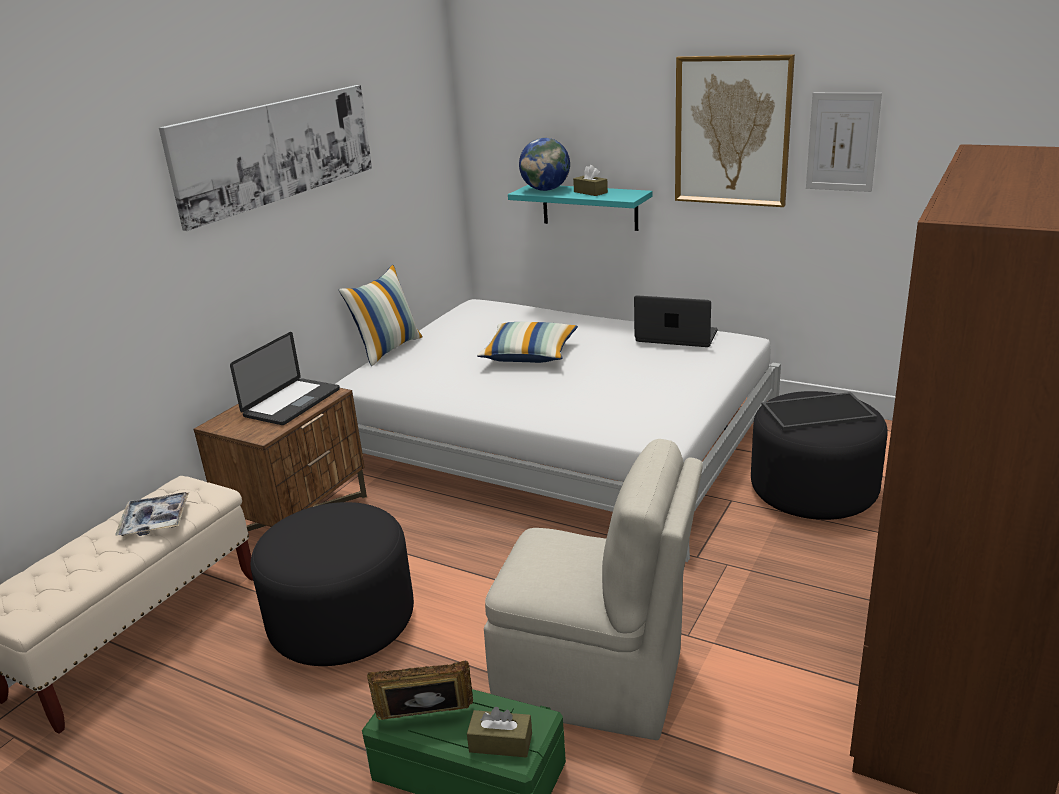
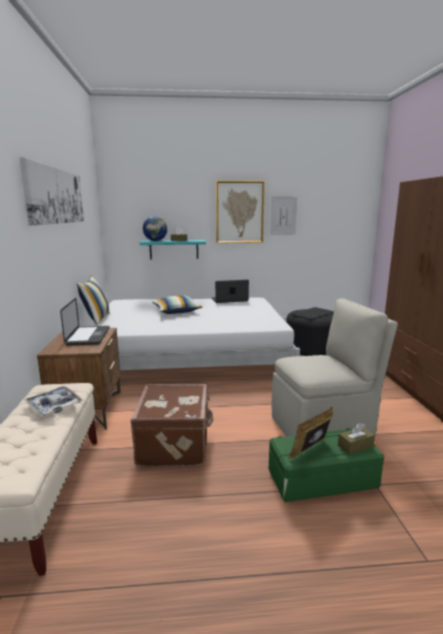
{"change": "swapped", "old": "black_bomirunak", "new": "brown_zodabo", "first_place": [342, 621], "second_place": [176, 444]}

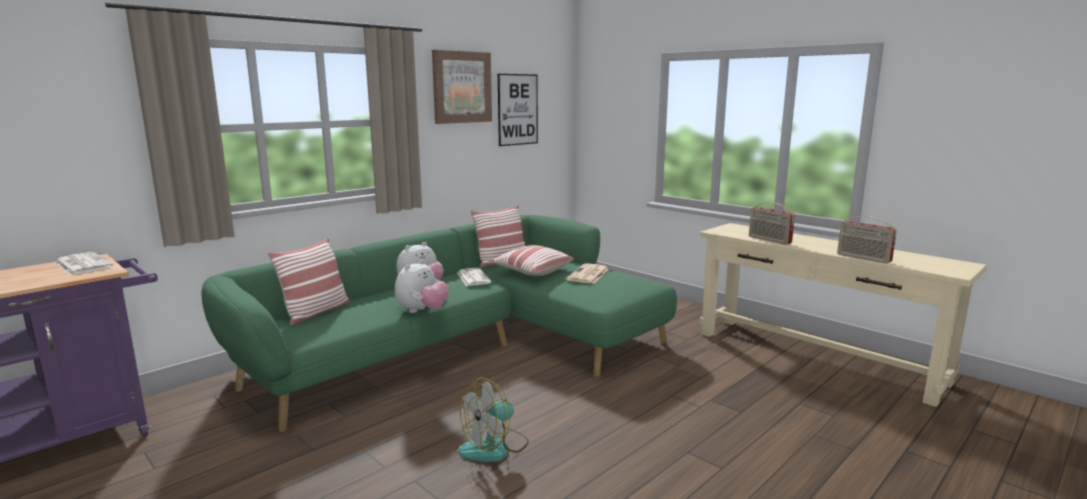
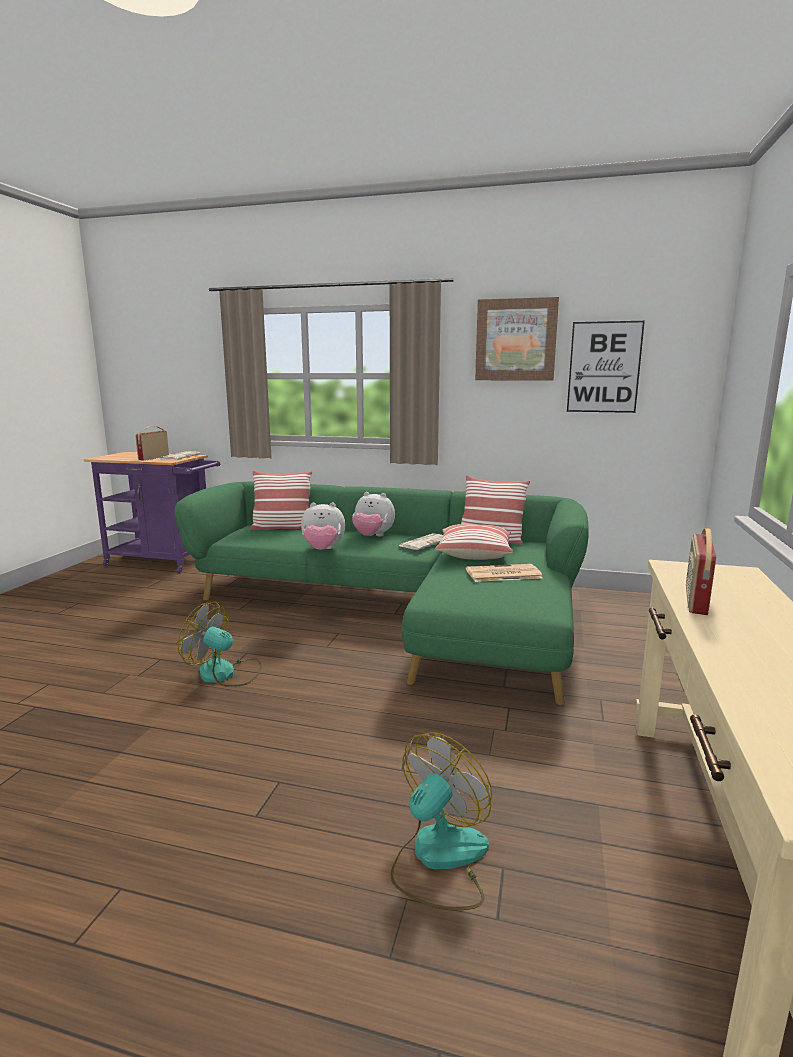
{"change": "shifted", "old": "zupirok", "first_place": [863, 258], "second_place": [153, 458]}
{"change": "new", "new": "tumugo", "second_place": [439, 859]}

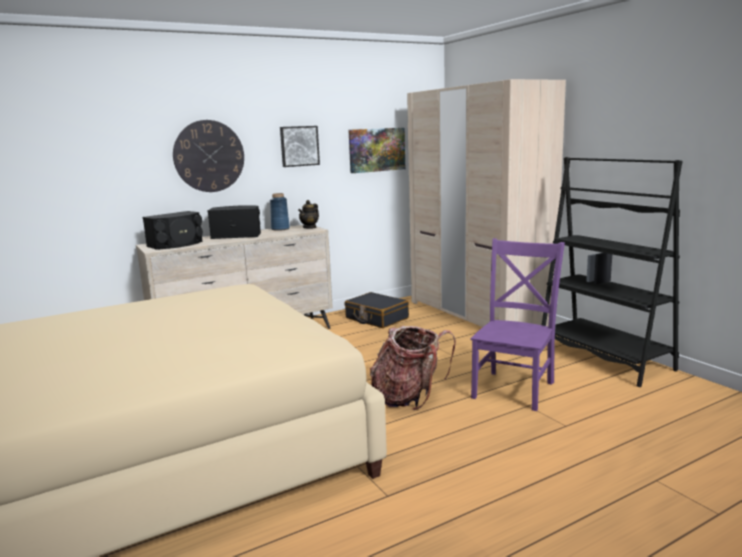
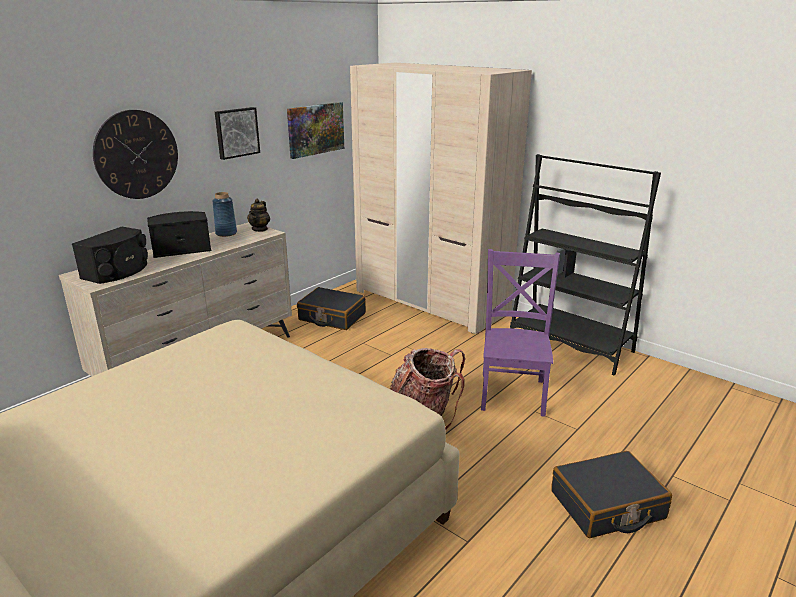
{"change": "new", "new": "black_zodabo", "second_place": [607, 505]}

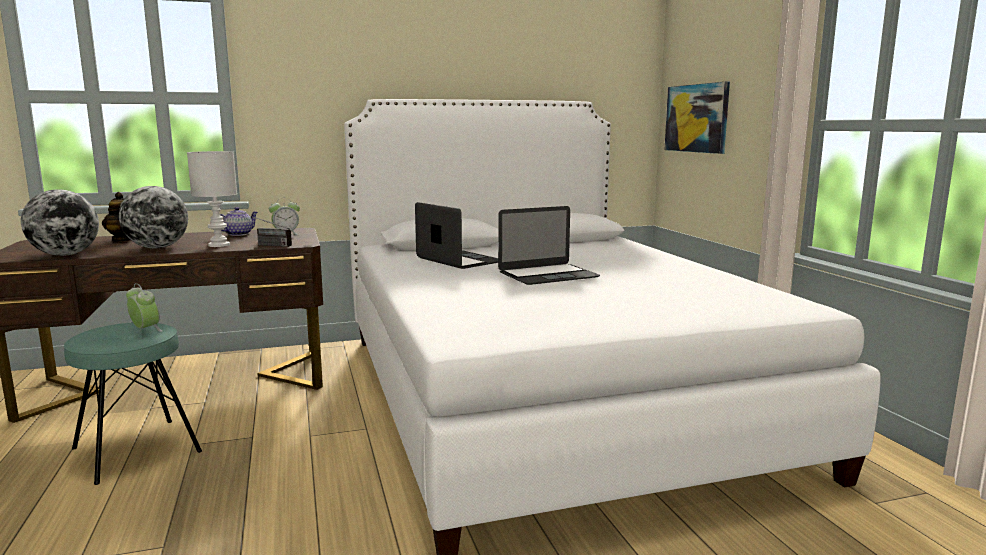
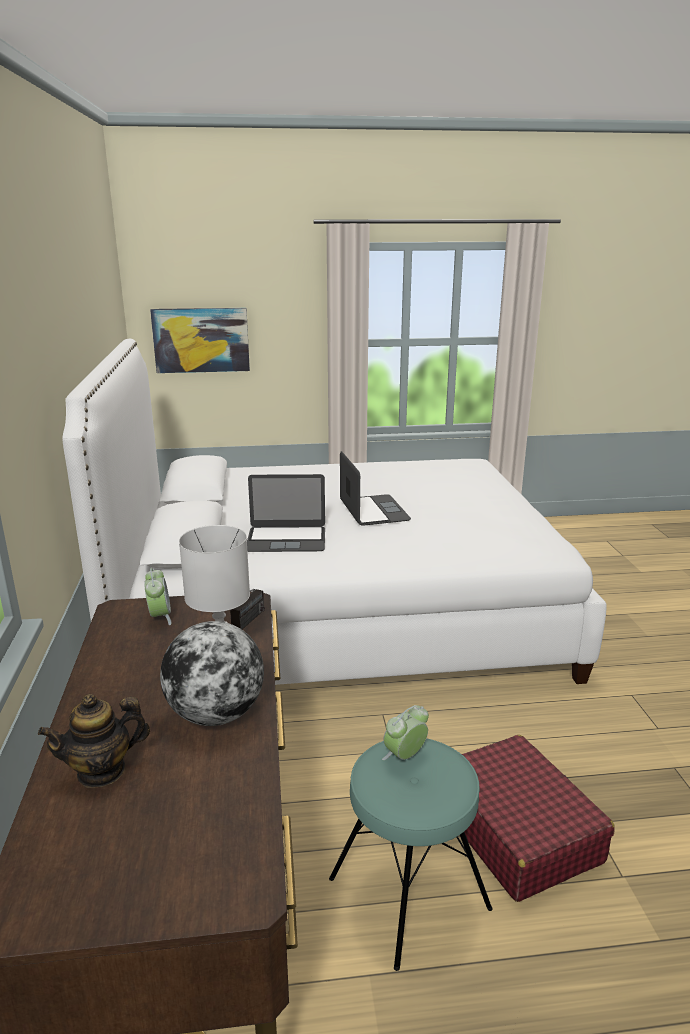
{"change": "rotated", "old": "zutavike", "first_place": [459, 260], "second_place": [286, 539], "degrees": -150}
{"change": "new", "new": "red_zodabo", "second_place": [516, 829]}
{"change": "gone", "old": "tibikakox", "first_place": [65, 255]}
{"change": "gone", "old": "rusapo", "first_place": [238, 234]}

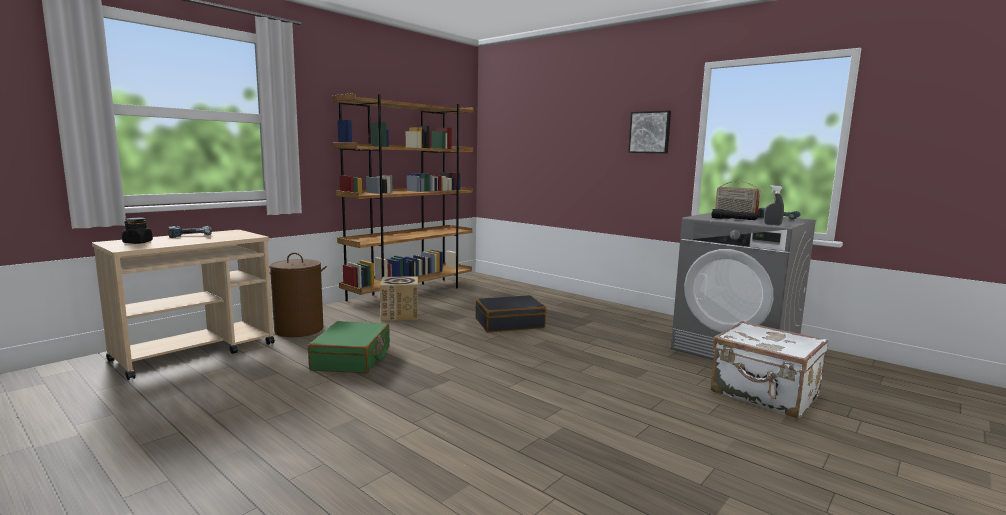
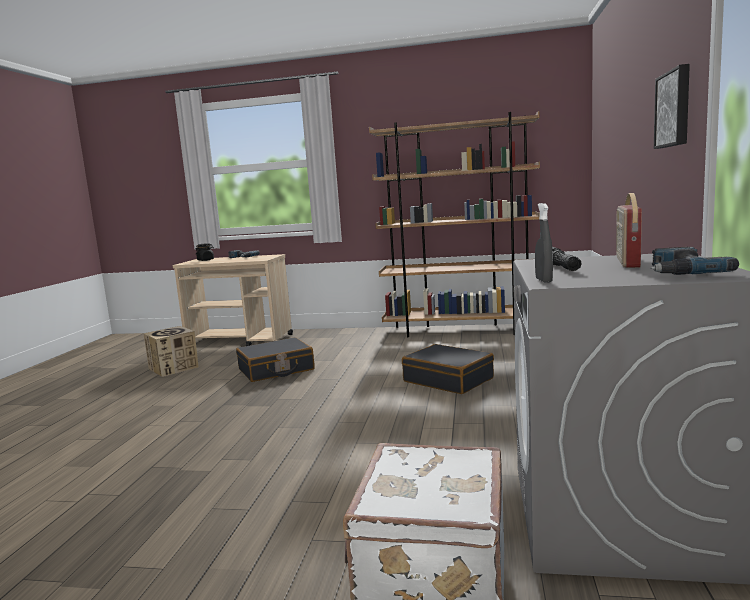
{"change": "shifted", "old": "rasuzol", "first_place": [400, 315], "second_place": [174, 368]}
{"change": "repainted", "old": "green_zodabo", "new": "black_zodabo", "first_place": [352, 358], "second_place": [276, 370]}
{"change": "gone", "old": "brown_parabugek", "first_place": [299, 329]}

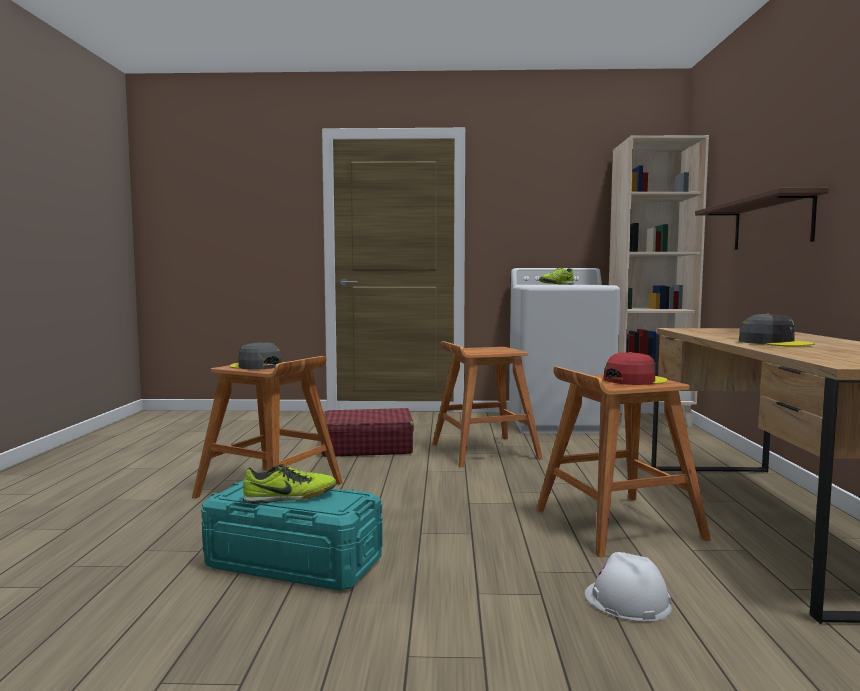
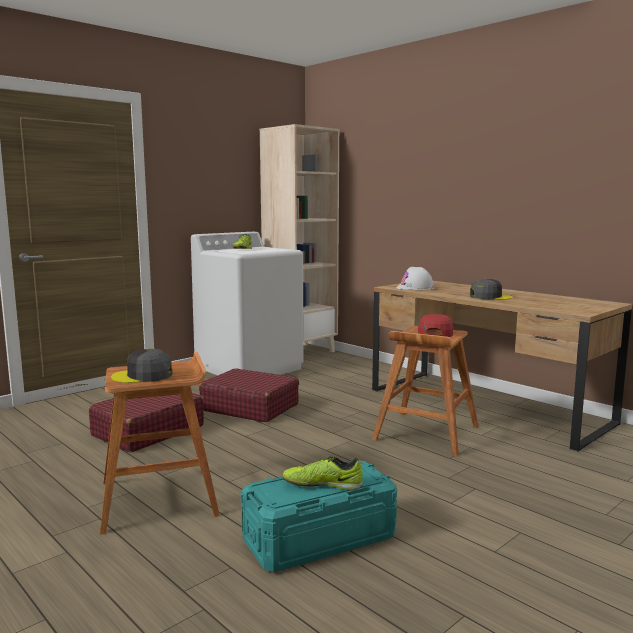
{"change": "swapped", "old": "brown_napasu", "new": "red_zodabo", "first_place": [483, 451], "second_place": [249, 407]}
{"change": "rotated", "old": "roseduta", "first_place": [290, 498], "second_place": [322, 485], "degrees": -120}
{"change": "shifted", "old": "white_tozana", "first_place": [627, 600], "second_place": [415, 288]}
{"change": "gone", "old": "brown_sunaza", "first_place": [771, 223]}

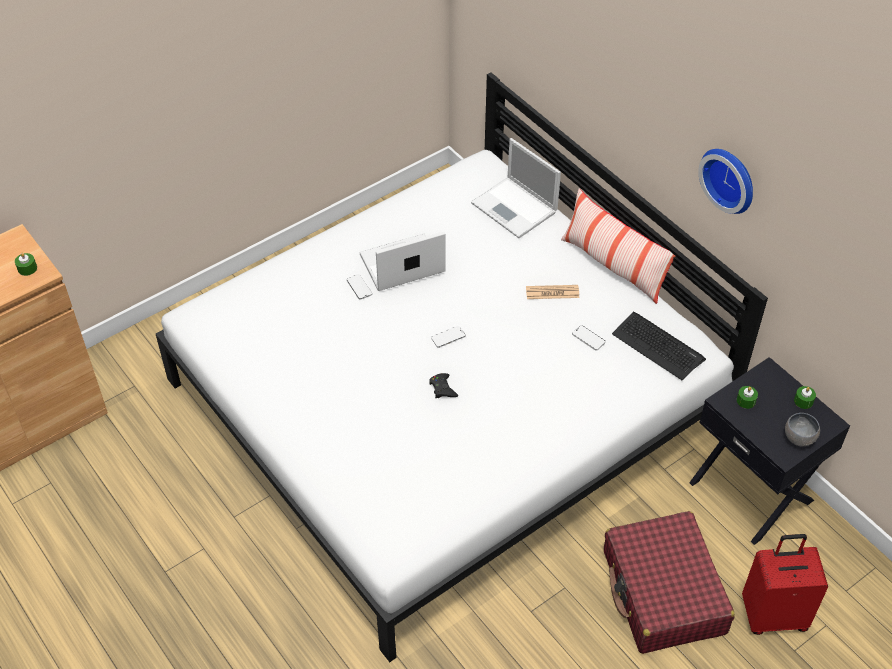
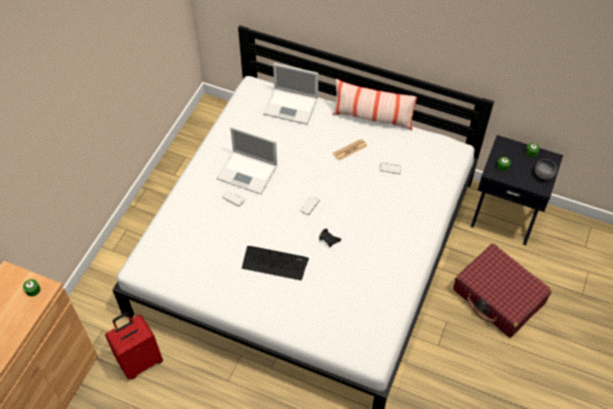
{"change": "shifted", "old": "red_zodabo", "first_place": [773, 614], "second_place": [140, 361]}
{"change": "rotated", "old": "zutavike", "first_place": [400, 264], "second_place": [248, 172], "degrees": -105}
{"change": "shifted", "old": "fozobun", "first_place": [658, 346], "second_place": [274, 263]}
{"change": "gone", "old": "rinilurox", "first_place": [730, 178]}

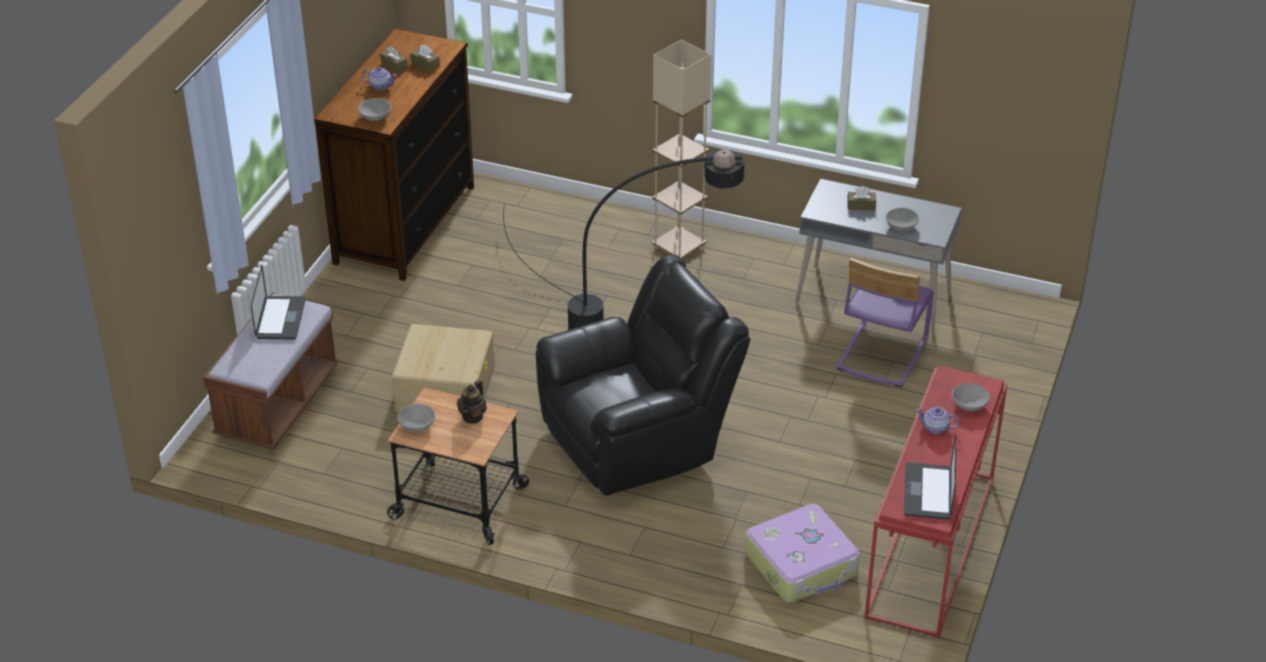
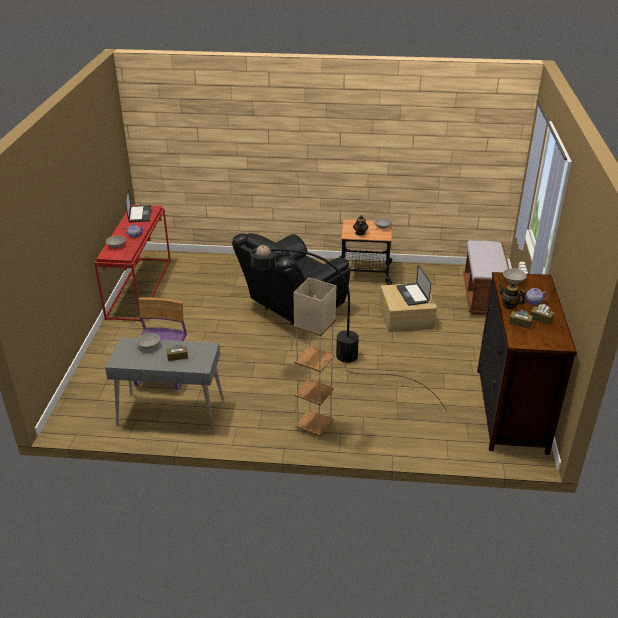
{"change": "shifted", "old": "zutavike", "first_place": [280, 319], "second_place": [412, 295]}
{"change": "new", "new": "rusapo", "second_place": [509, 305]}
{"change": "gone", "old": "zodabo", "first_place": [802, 564]}

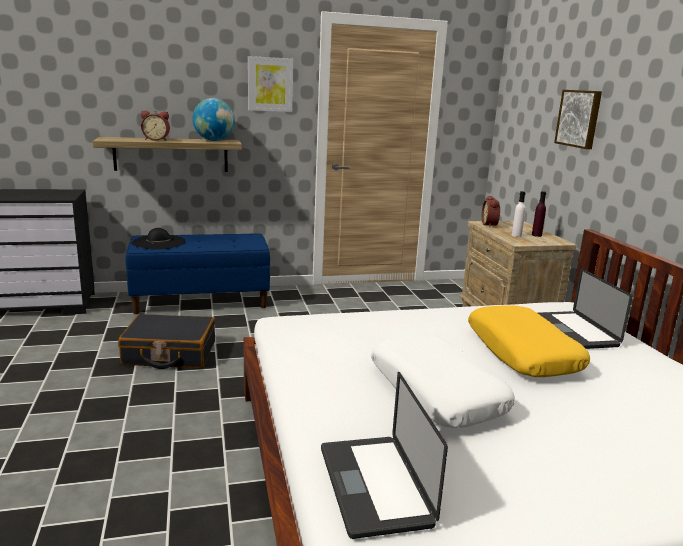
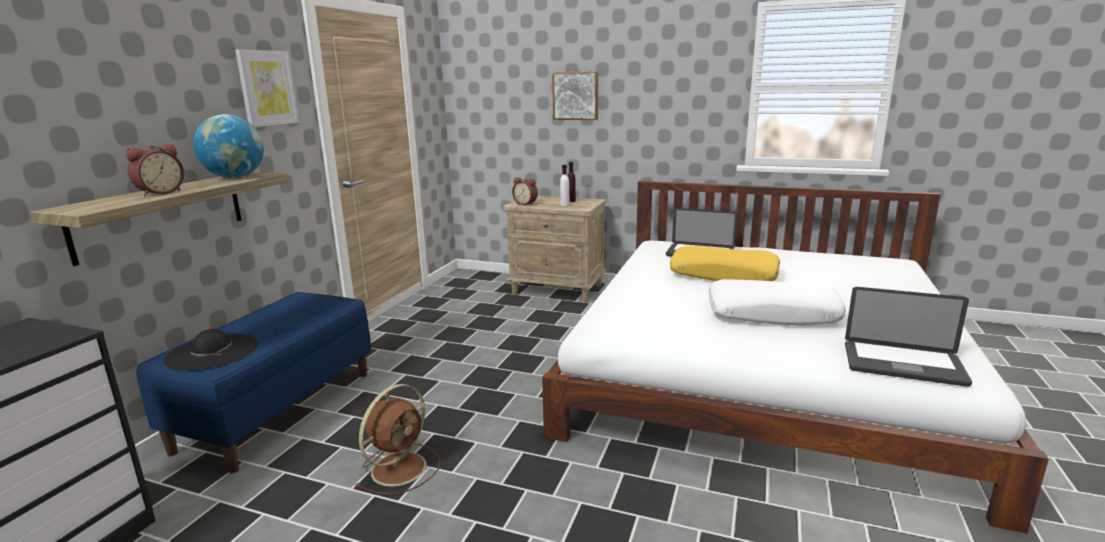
{"change": "swapped", "old": "black_zodabo", "new": "brown_tumugo", "first_place": [169, 353], "second_place": [401, 467]}

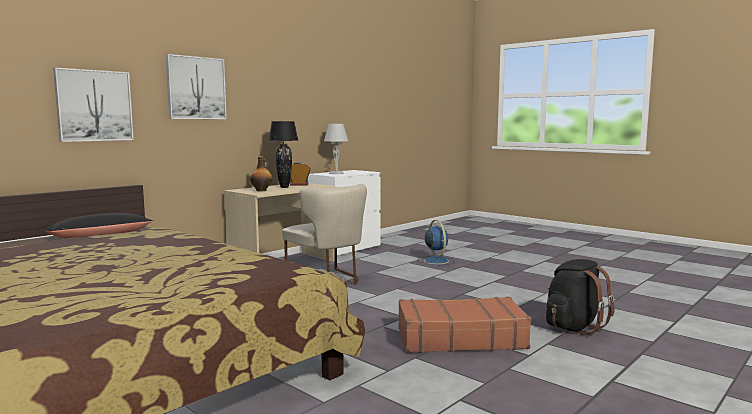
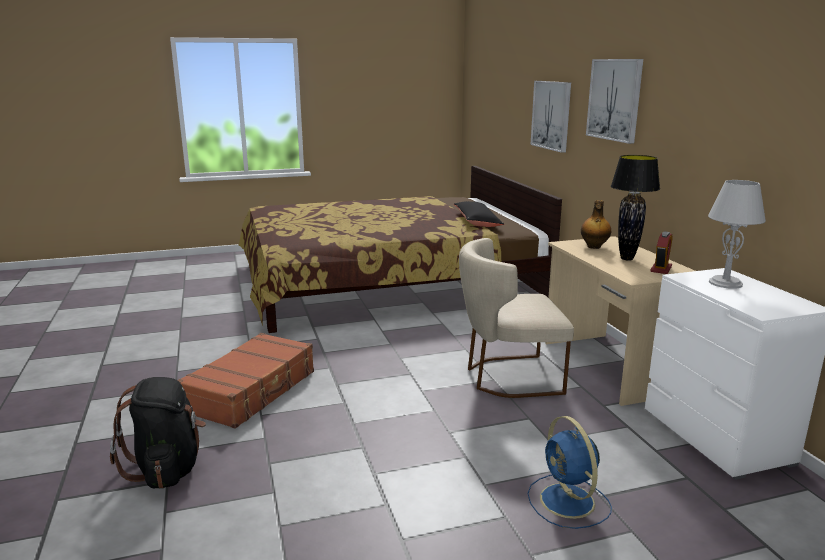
{"change": "rotated", "old": "blue_tumugo", "first_place": [435, 261], "second_place": [568, 502], "degrees": 60}

